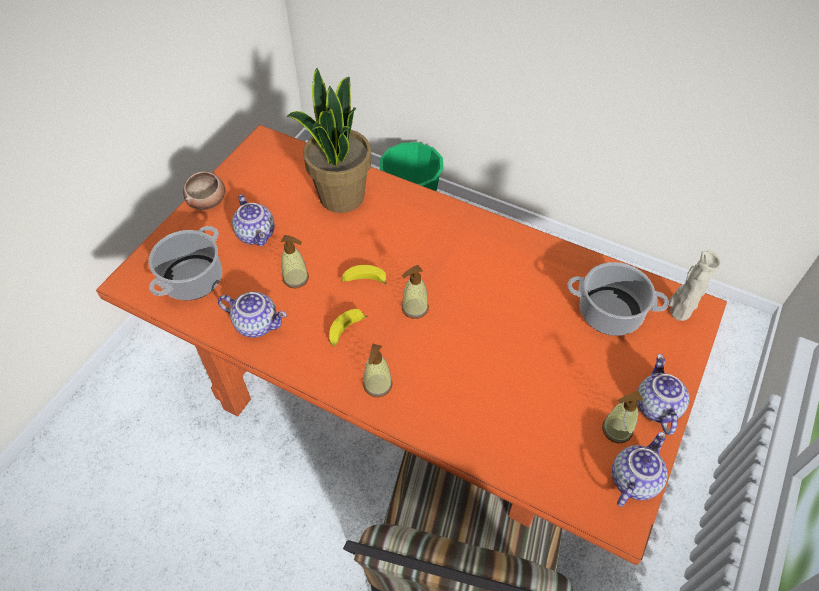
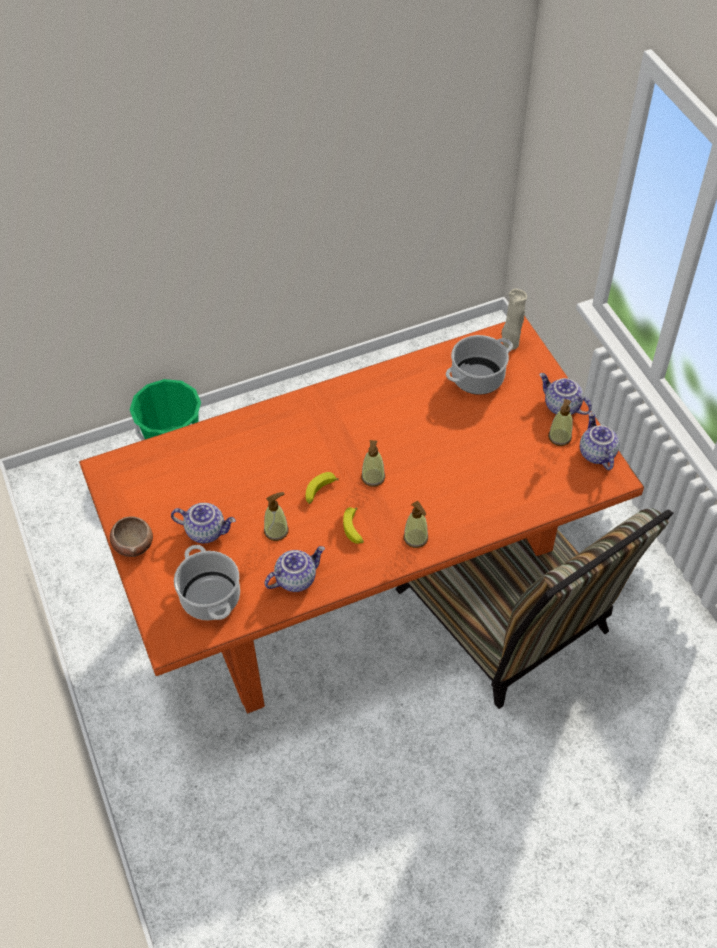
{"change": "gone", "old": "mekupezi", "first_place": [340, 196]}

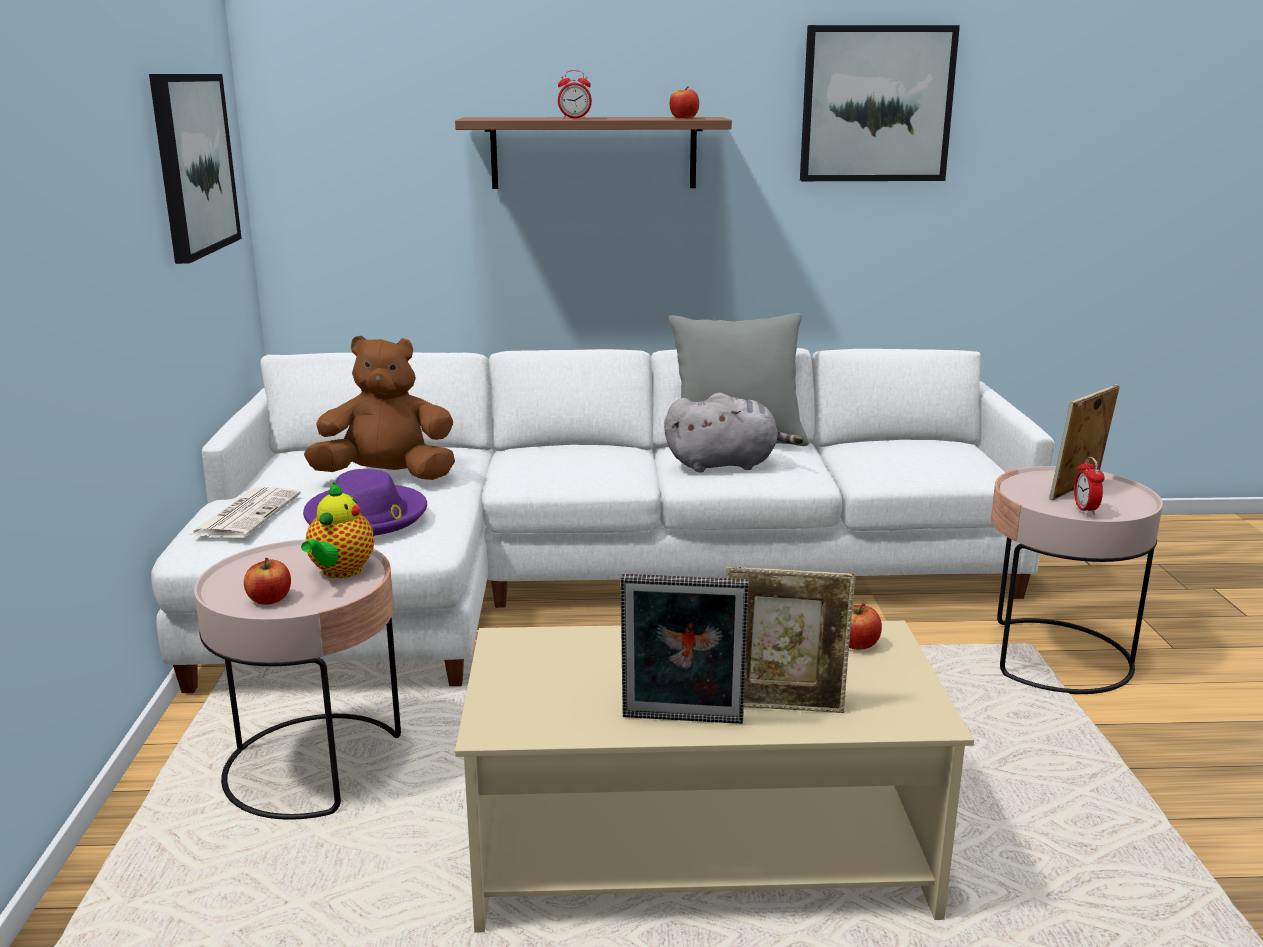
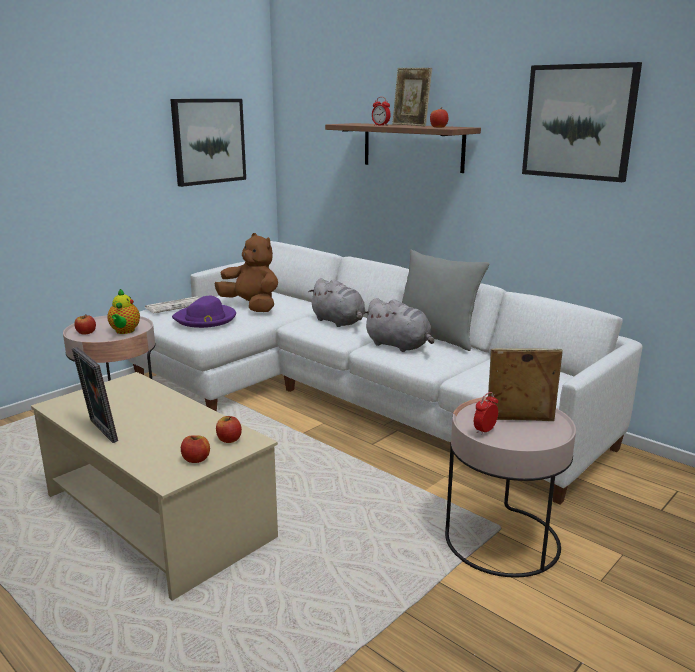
{"change": "rotated", "old": "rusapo", "first_place": [340, 572], "second_place": [124, 331], "degrees": -60}
{"change": "new", "new": "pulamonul", "second_place": [196, 459]}
{"change": "new", "new": "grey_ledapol", "second_place": [339, 322]}
{"change": "shifted", "old": "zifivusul", "first_place": [782, 706], "second_place": [410, 125]}

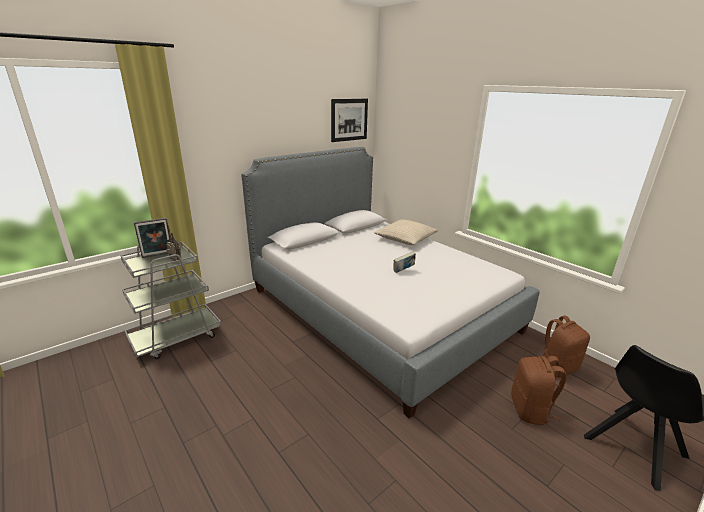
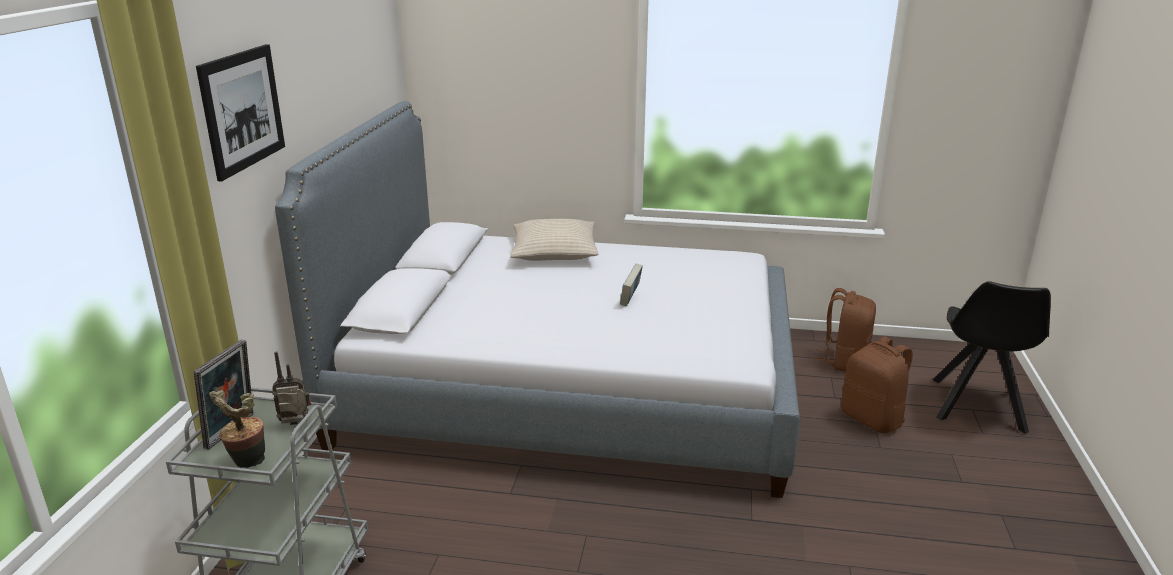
{"change": "shifted", "old": "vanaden", "first_place": [349, 120], "second_place": [242, 110]}
{"change": "new", "new": "mekupezi", "second_place": [246, 463]}

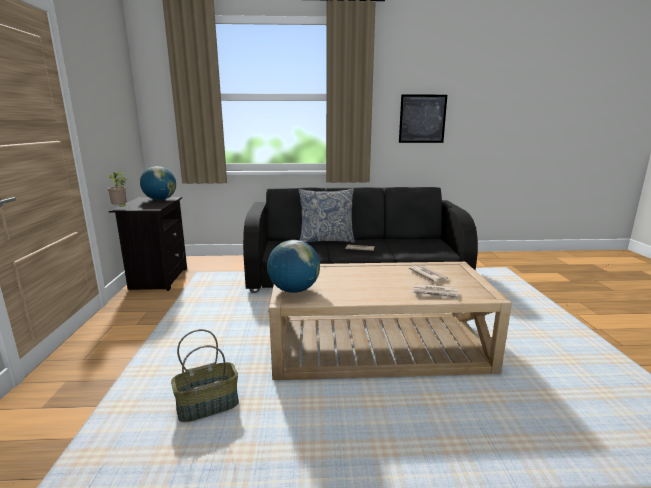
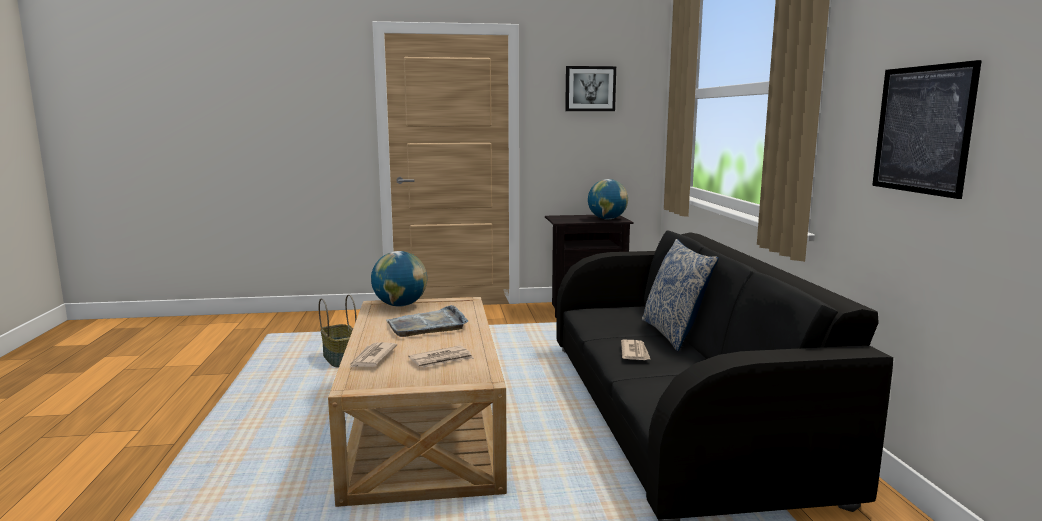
{"change": "new", "new": "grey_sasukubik", "second_place": [427, 325]}
{"change": "new", "new": "vanaden", "second_place": [590, 89]}
{"change": "gone", "old": "mekupezi", "first_place": [120, 208]}

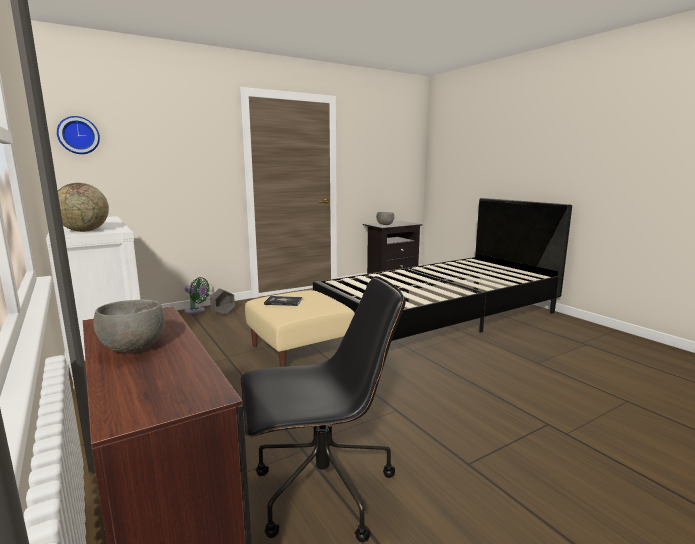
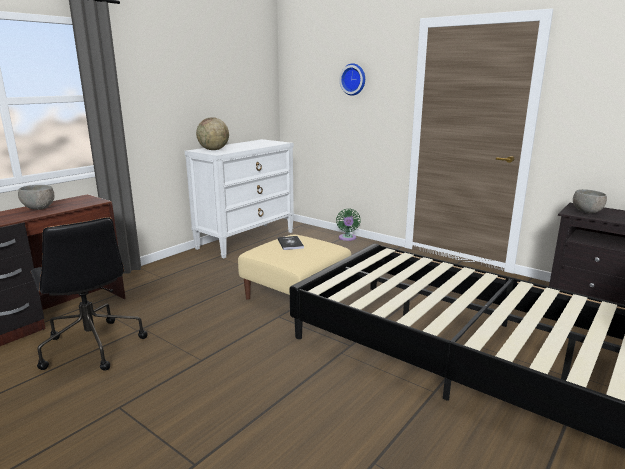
{"change": "shifted", "old": "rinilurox", "first_place": [78, 135], "second_place": [353, 79]}
{"change": "gone", "old": "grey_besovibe", "first_place": [223, 314]}

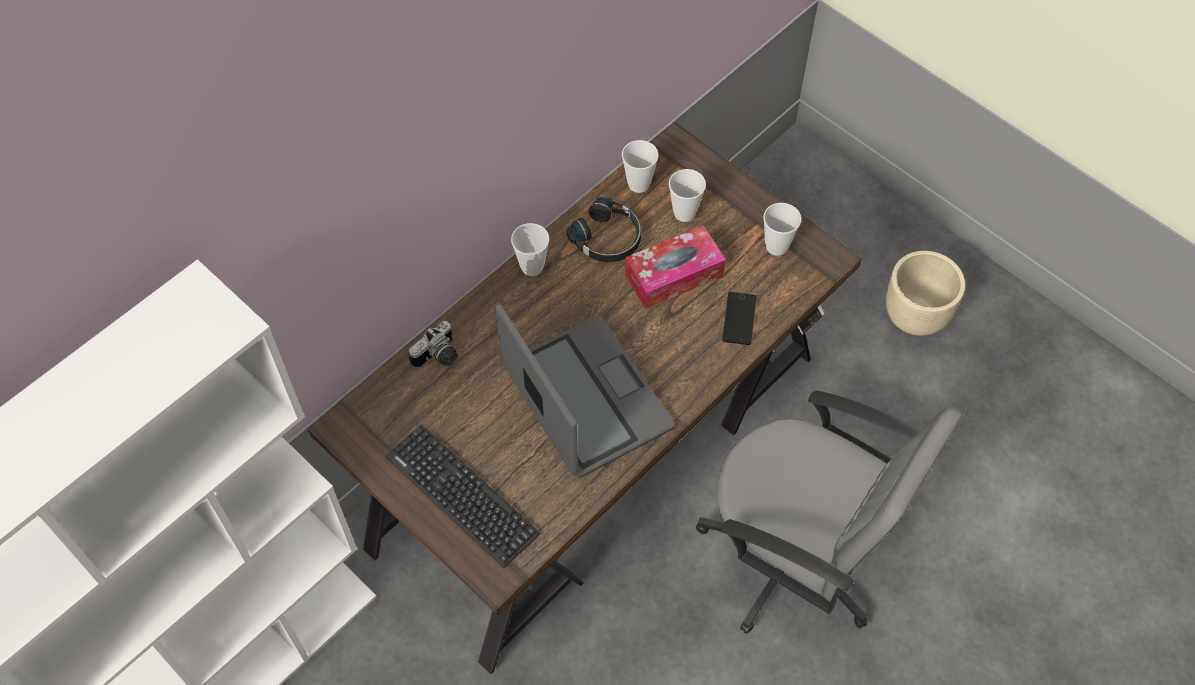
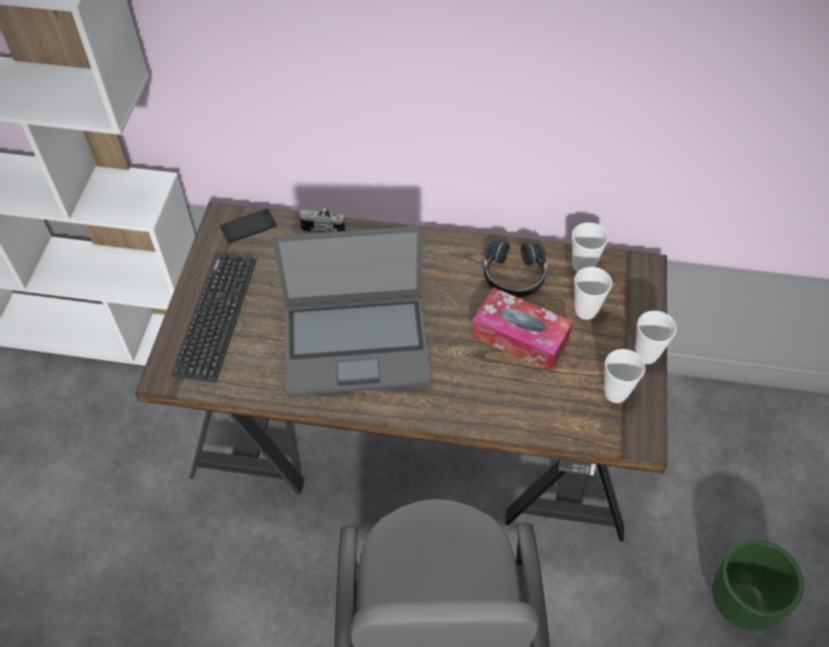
{"change": "shifted", "old": "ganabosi", "first_place": [739, 318], "second_place": [248, 226]}
{"change": "rotated", "old": "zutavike", "first_place": [585, 399], "second_place": [356, 344], "degrees": 60}
{"change": "shifted", "old": "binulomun", "first_place": [532, 267], "second_place": [646, 355]}
{"change": "repainted", "old": "beige_besovibe", "new": "green_besovibe", "first_place": [914, 316], "second_place": [742, 602]}

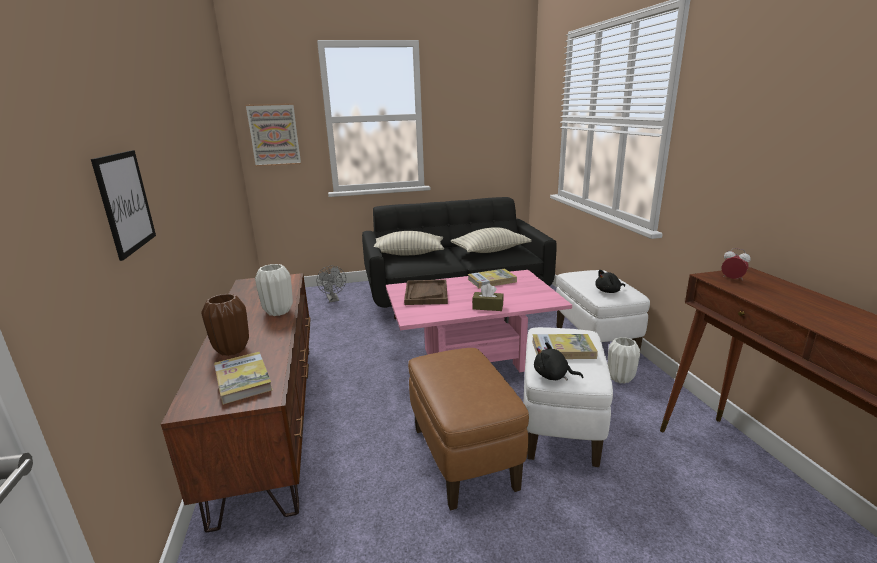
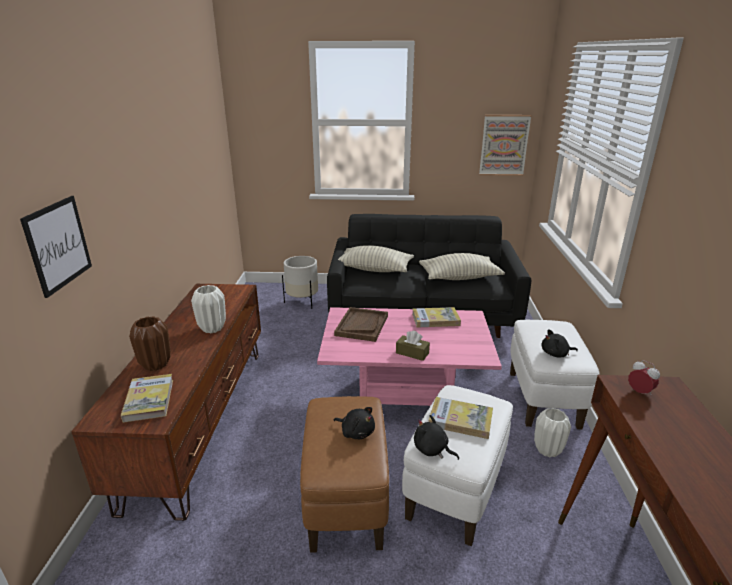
{"change": "swapped", "old": "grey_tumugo", "new": "white_besovibe", "first_place": [333, 300], "second_place": [302, 301]}
{"change": "new", "new": "black_ledapol", "second_place": [356, 432]}
{"change": "shifted", "old": "vanaden", "first_place": [274, 135], "second_place": [504, 145]}

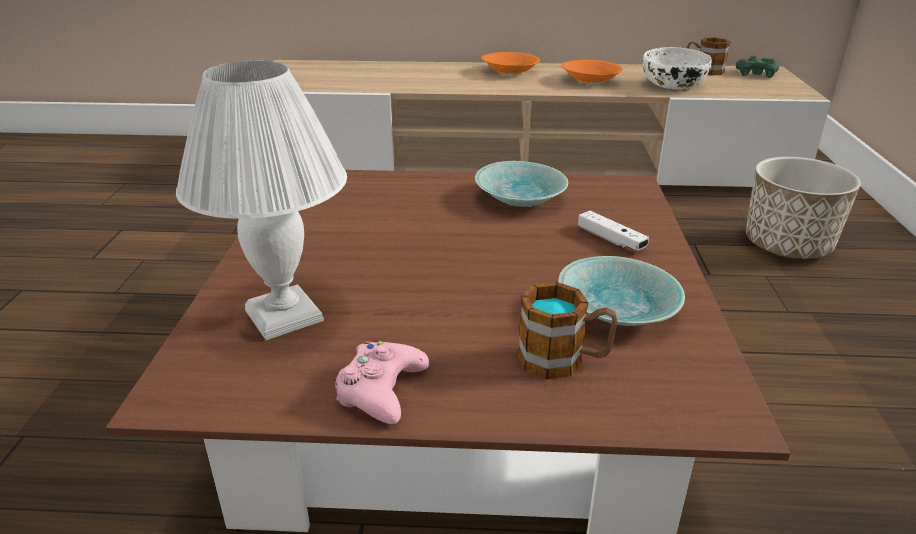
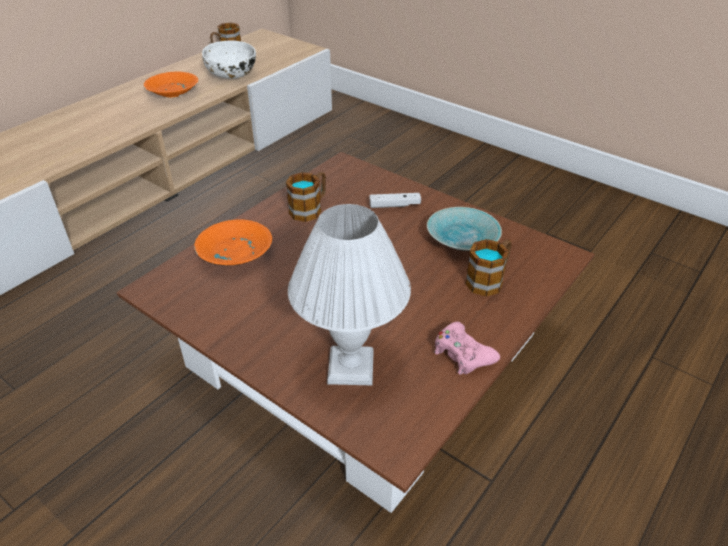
{"change": "shifted", "old": "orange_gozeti", "first_place": [509, 71], "second_place": [233, 254]}
{"change": "swapped", "old": "turquoise_gozeti", "new": "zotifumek", "first_place": [522, 197], "second_place": [310, 208]}
{"change": "gone", "old": "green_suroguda", "first_place": [756, 74]}
{"change": "gone", "old": "besovibe", "first_place": [787, 245]}

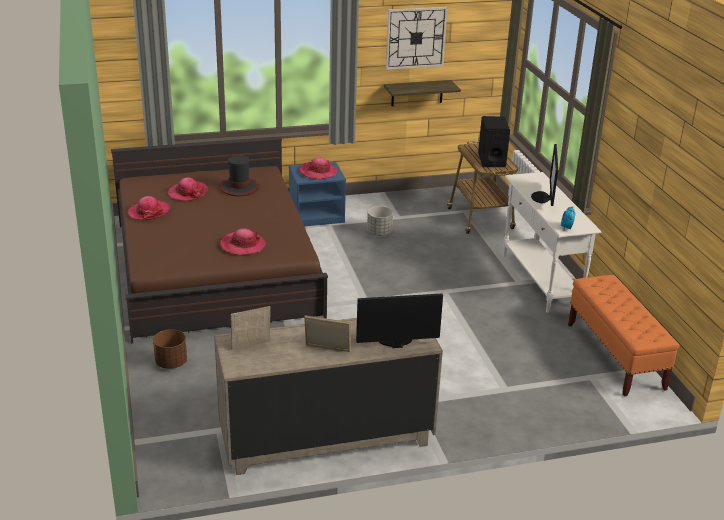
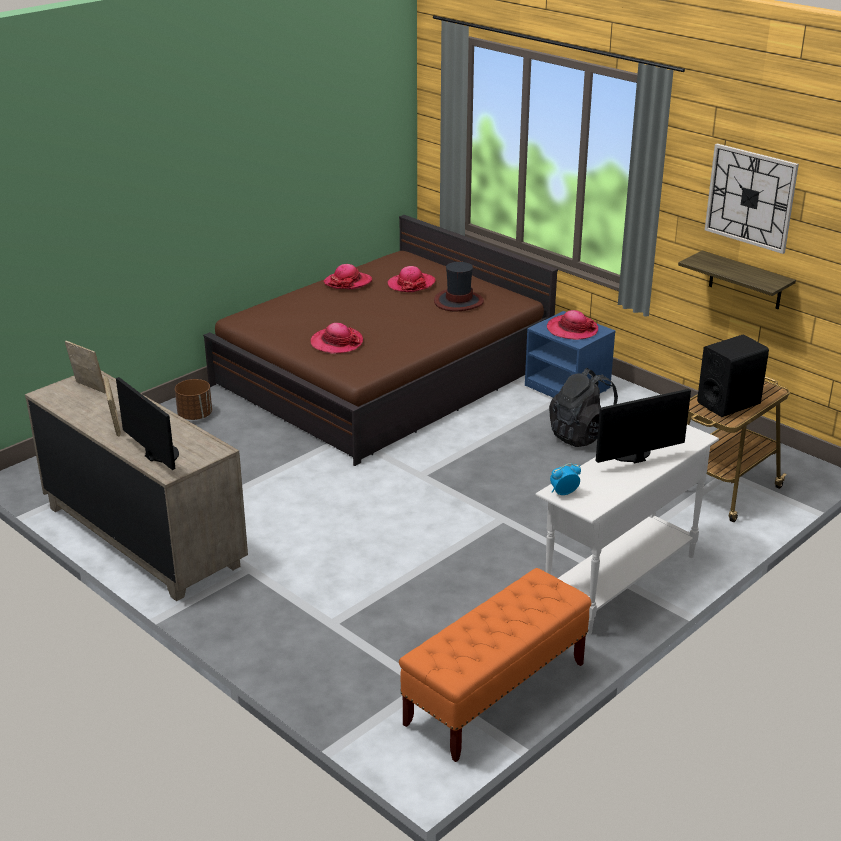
{"change": "swapped", "old": "grey_besovibe", "new": "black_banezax", "first_place": [379, 233], "second_place": [583, 435]}

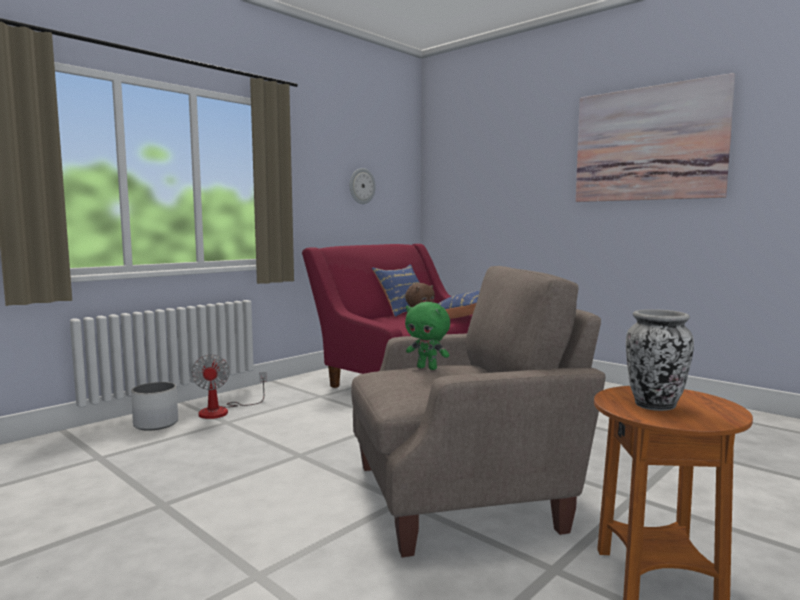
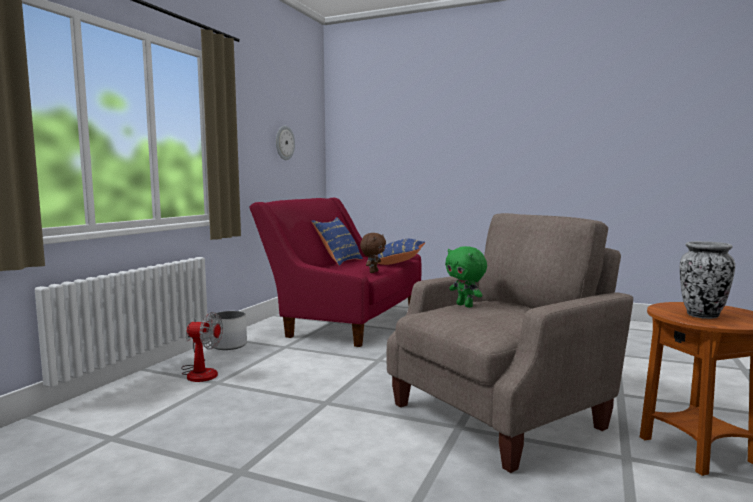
{"change": "rotated", "old": "tumugo", "first_place": [222, 411], "second_place": [200, 372], "degrees": -45}
{"change": "shifted", "old": "white_besovibe", "first_place": [156, 424], "second_place": [229, 345]}
{"change": "rotated", "old": "green_ledapol", "first_place": [427, 368], "second_place": [465, 305], "degrees": 45}
{"change": "gone", "old": "vanaden", "first_place": [648, 144]}

